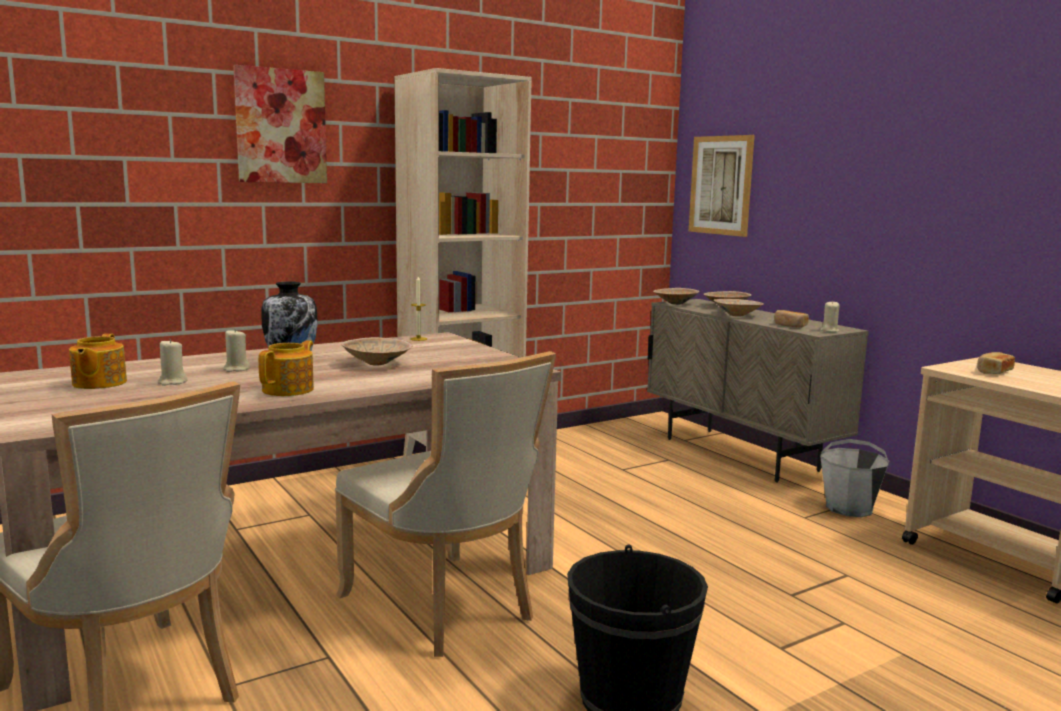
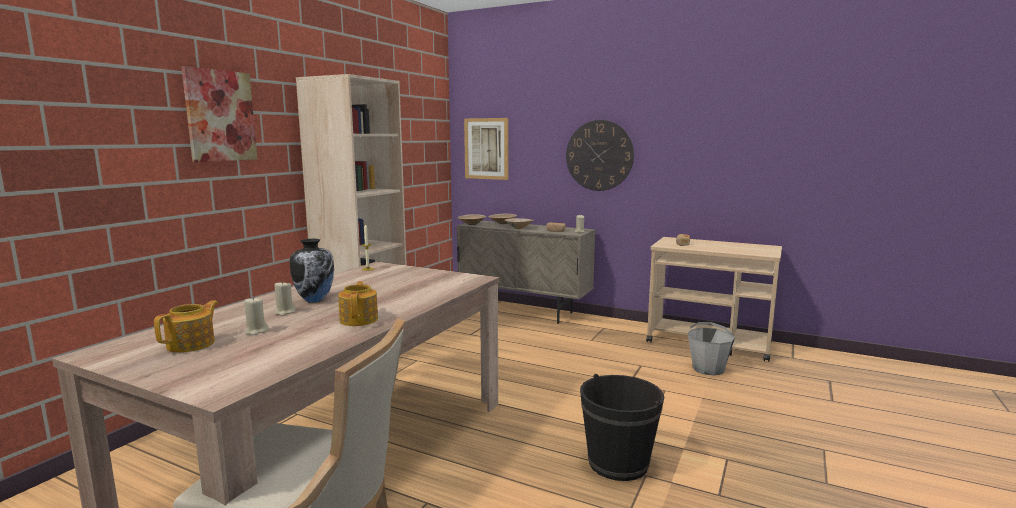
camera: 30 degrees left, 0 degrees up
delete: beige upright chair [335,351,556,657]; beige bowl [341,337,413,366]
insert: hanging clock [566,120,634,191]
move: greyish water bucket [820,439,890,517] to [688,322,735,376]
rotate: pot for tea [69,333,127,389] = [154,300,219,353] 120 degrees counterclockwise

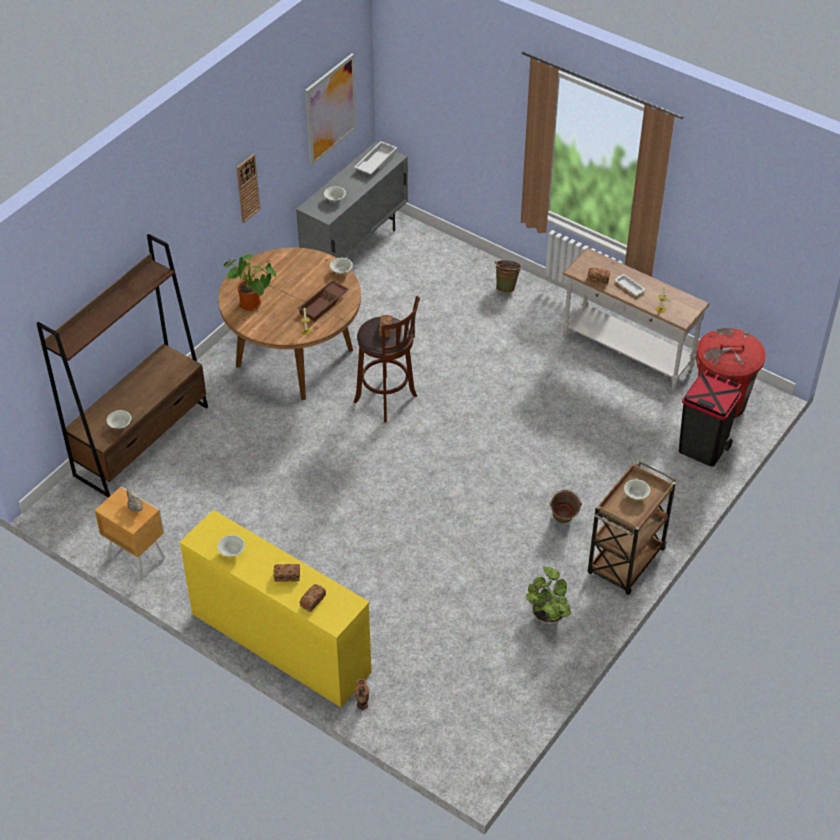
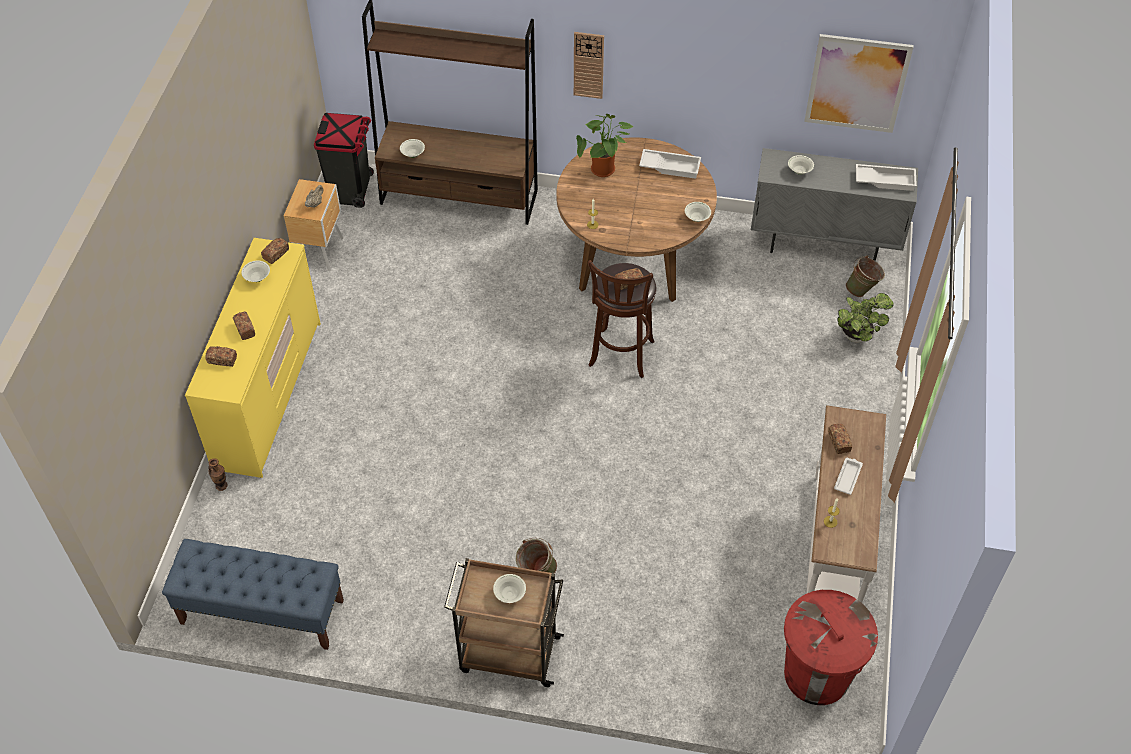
camera: 65 degrees right, 5 degrees up
delete: brownish carrying tray [298,280,349,322]
insert: blue bench [162,539,344,650]; bread [261,238,289,264]; whitish carrying tray [639,149,701,179]
move: hanging clock [236,154,260,223] to [574,32,604,99]; green water bucket [494,260,522,293] to [846,255,885,297]; potted plant [526,567,571,624] to [837,293,894,343]; blackish trash can [679,370,742,466] to [314,113,374,208]

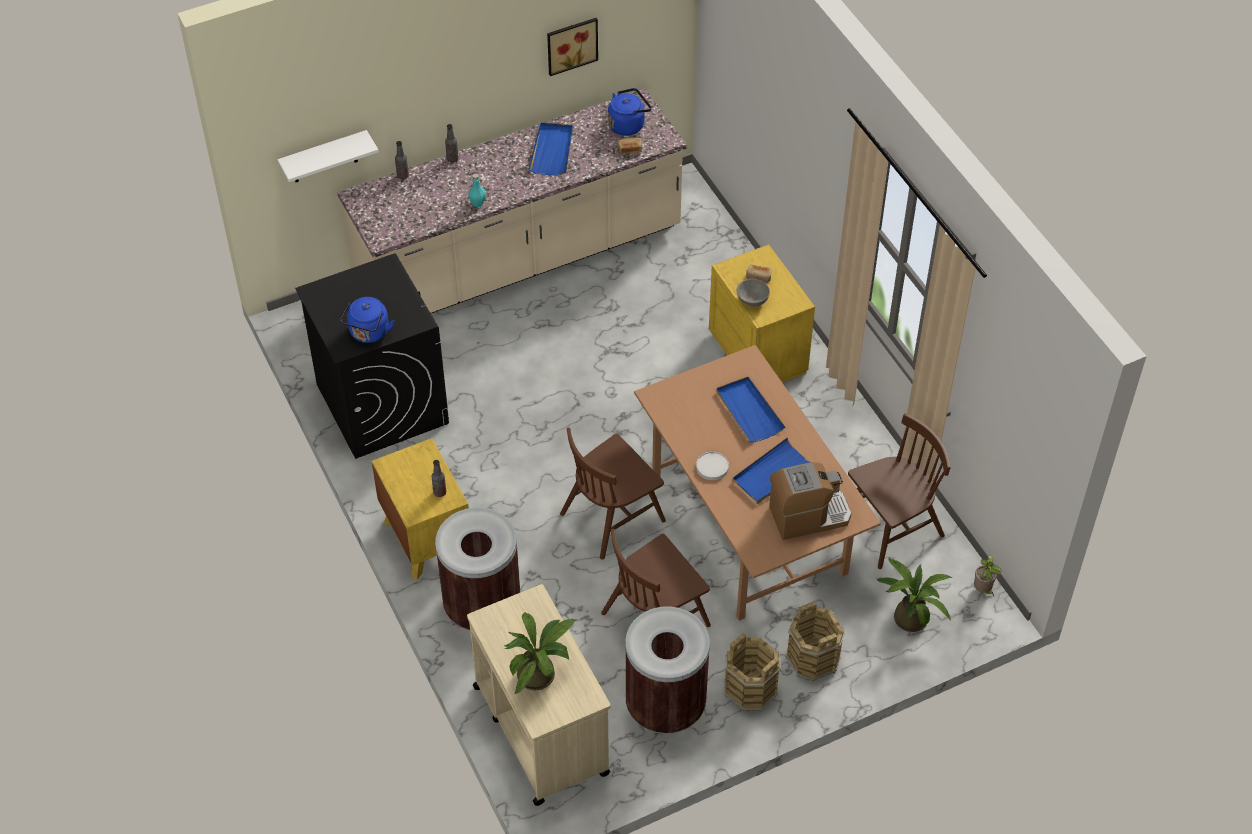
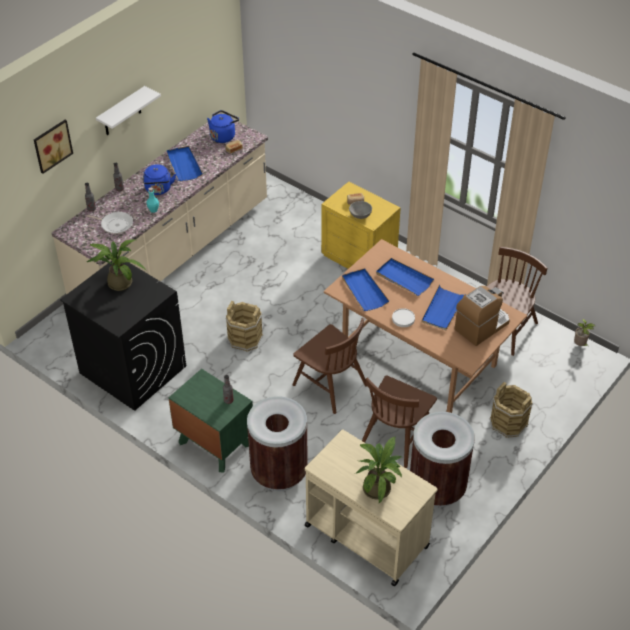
camera: 25 degrees left, 5 degrees down
insert: skillet [86,212,133,234]; blue carrying tray [342,268,389,311]
move: whitish bracket shelf [277,130,379,182] to [96,86,161,135]; blue tea kettle [340,297,394,343] to [143,164,176,195]; wall picture [547,18,598,76] to [34,120,73,174]; brownish water bucket [724,633,781,712] to [226,301,263,352]; potted plant [876,558,952,632] to [86,239,146,291]
recolor: yellow bedside table [372,438,469,580] to green bedside table [168,369,253,473]
rotate: brownish upright chair [560,427,666,560] = [292,318,367,414] 75 degrees counterclockwise

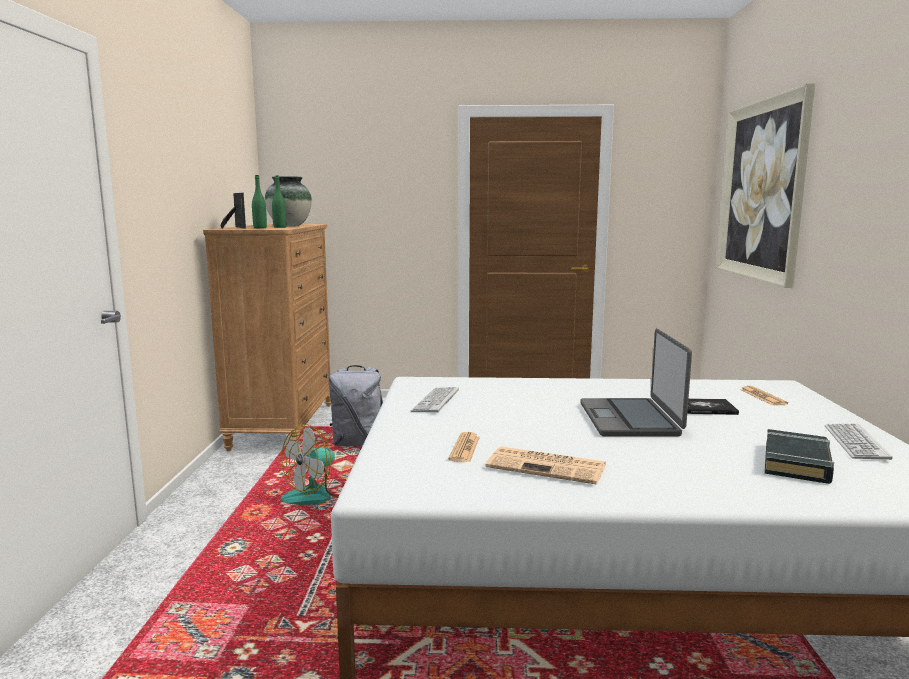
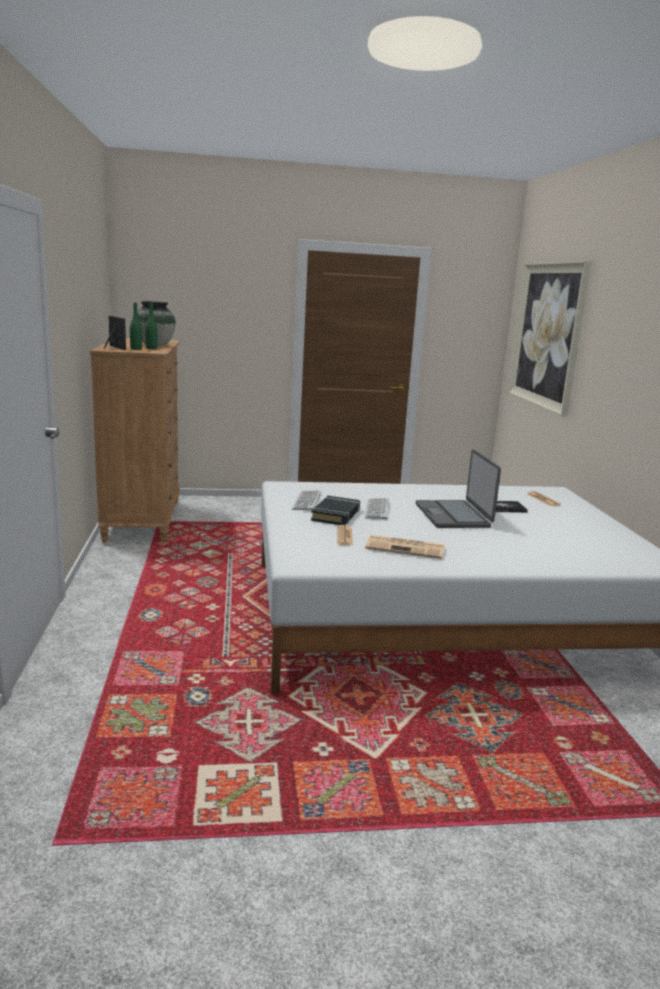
camera: 10 degrees left, 5 degrees up
delete: electric fan [281,424,339,505]; greyish rucksack [329,365,383,446]
move: blackish volume [765,429,834,484] to [311,496,360,525]; PC keyboard [825,423,893,460] to [365,498,389,519]

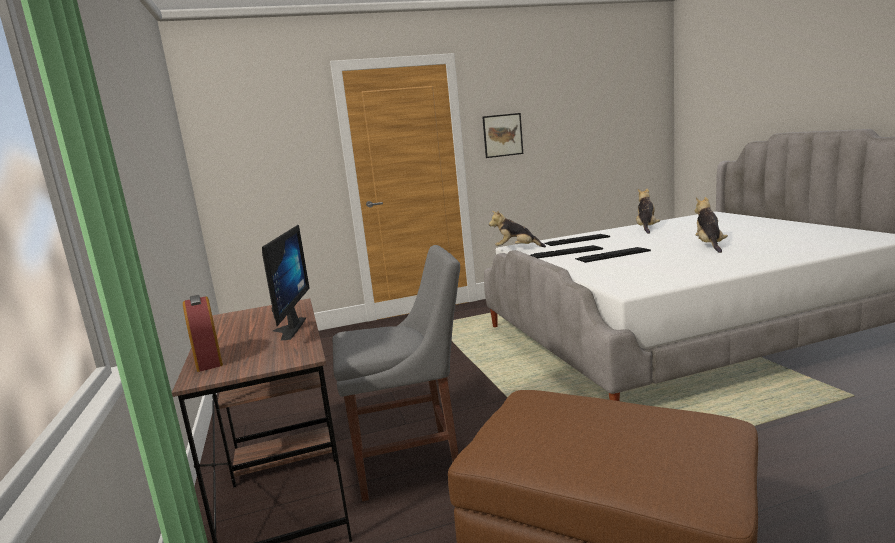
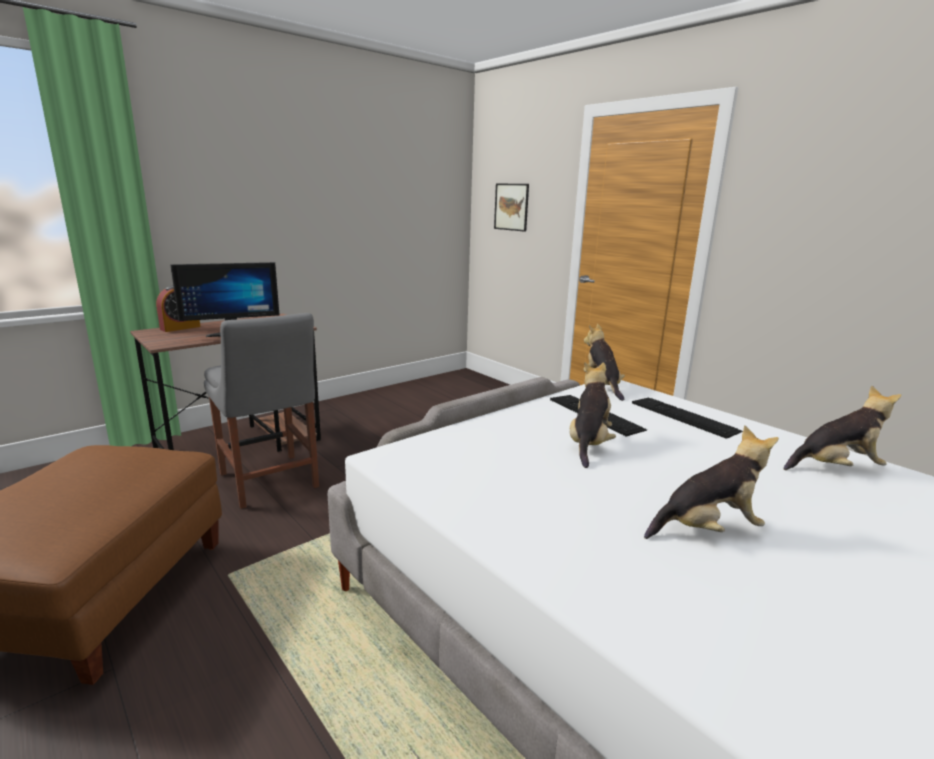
camera: 65 degrees right, 5 degrees up
move: wall picture [482,113,523,158] to [494,184,529,232]
replace: PC keyboard [575,247,651,263] to cuddly toy [570,362,616,468]

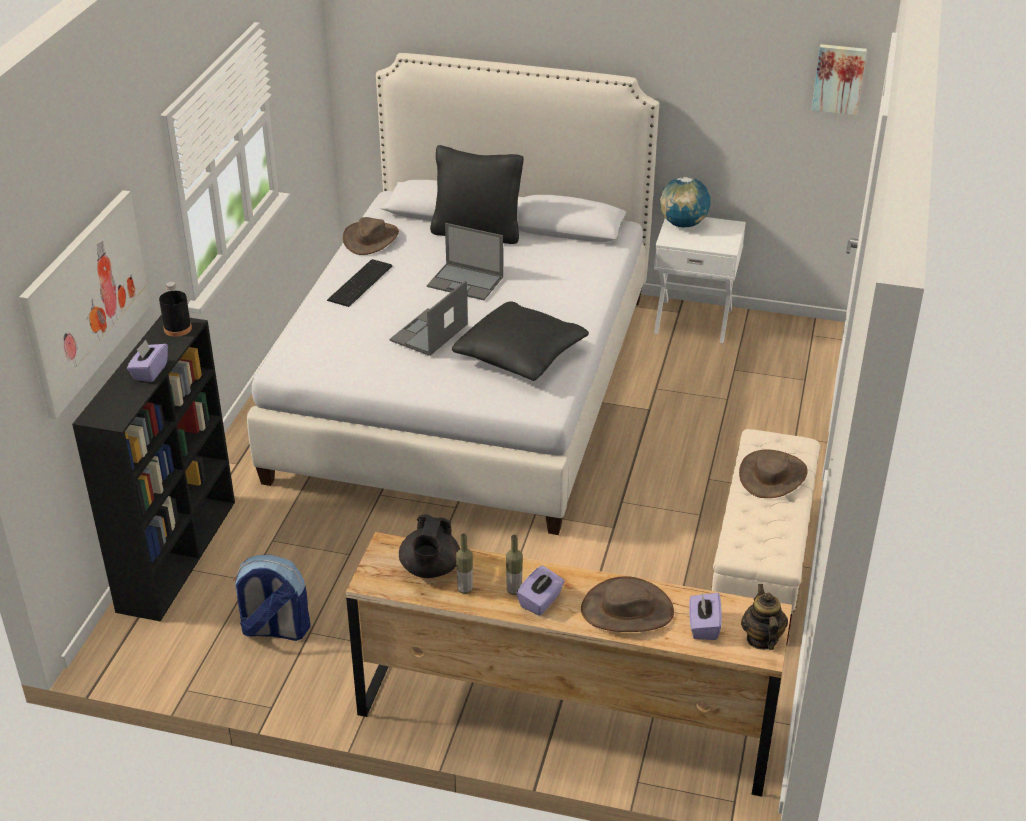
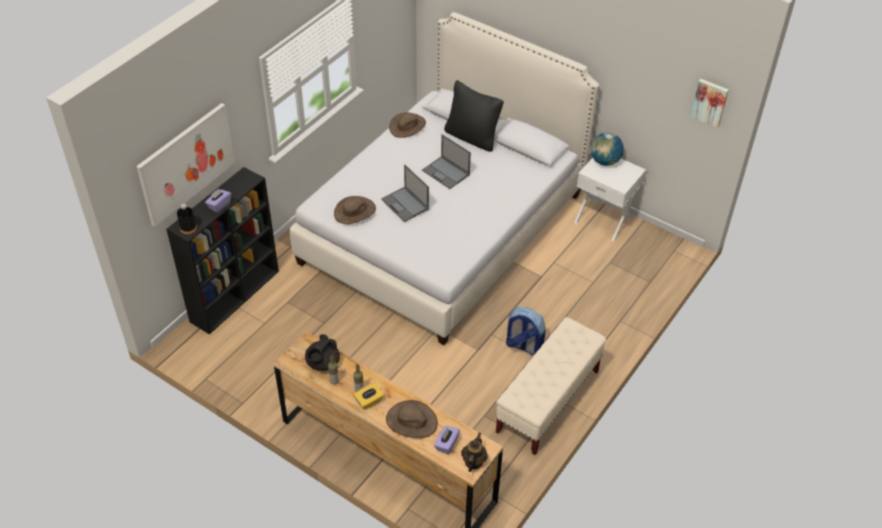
camera: 20 degrees right, 10 degrees up
delete: PC keyboard [327,259,392,307]; blackish pillow [452,301,589,381]
move: blackish bottle [159,282,192,337] to [177,204,197,234]; rucksack [233,554,311,641] to [506,307,546,356]; brownish wearable hat [739,450,808,498] to [334,196,376,224]
recolor: purple-coloured box of tissues [517,565,565,616] to yellow box of tissues [354,382,384,410]
rotate: notebook computer [390,281,468,356] = [381,165,429,222] 90 degrees counterclockwise

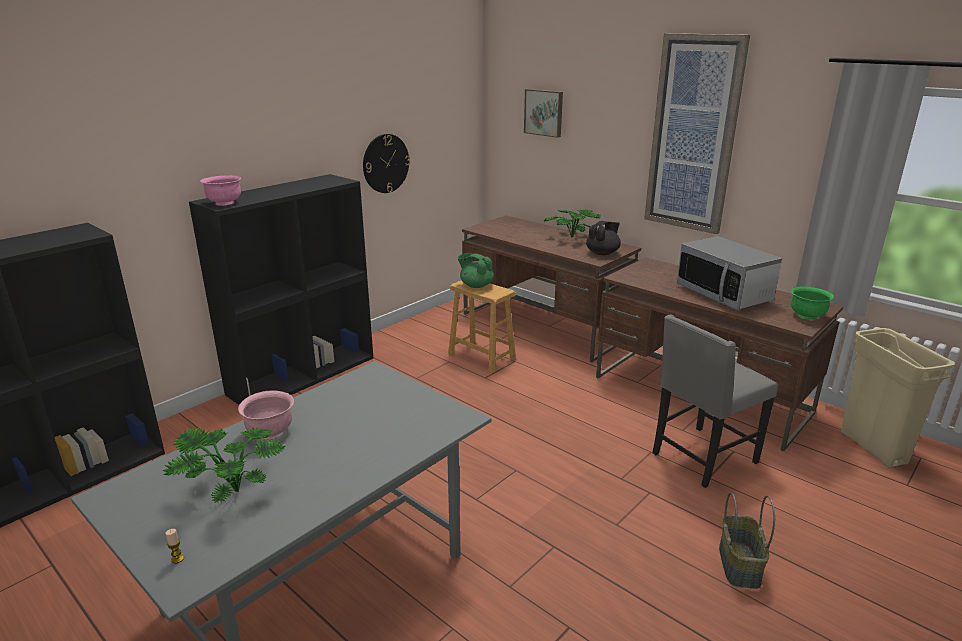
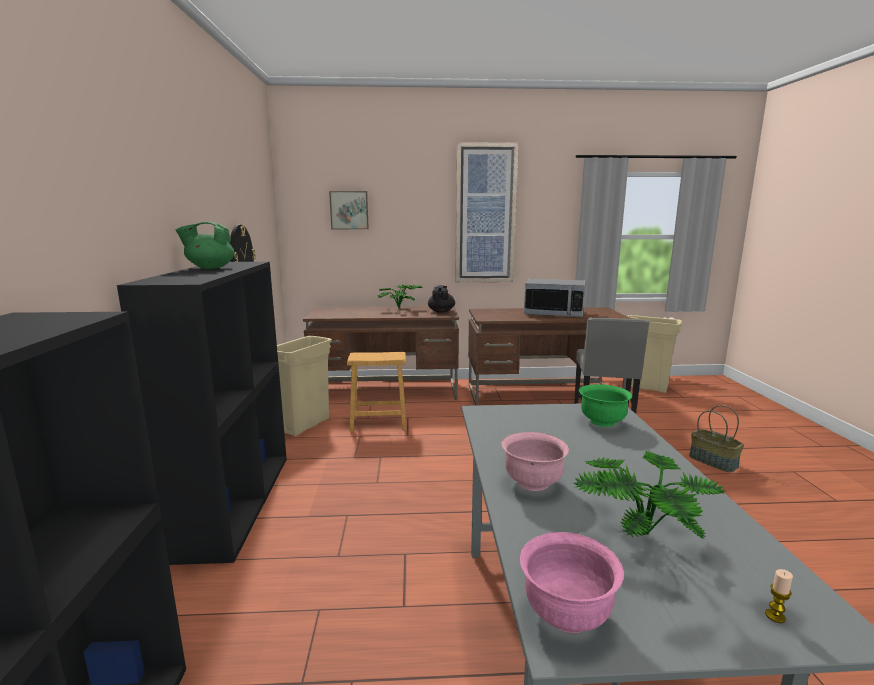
camera: 45 degrees left, 10 degrees down
insert: beige trash can [277,336,332,436]
move: pinkish bowl [200,175,241,206] to [520,532,624,633]; green pot for tea [457,253,494,288] to [175,222,234,269]; green bowl [791,286,834,320] to [579,384,632,427]

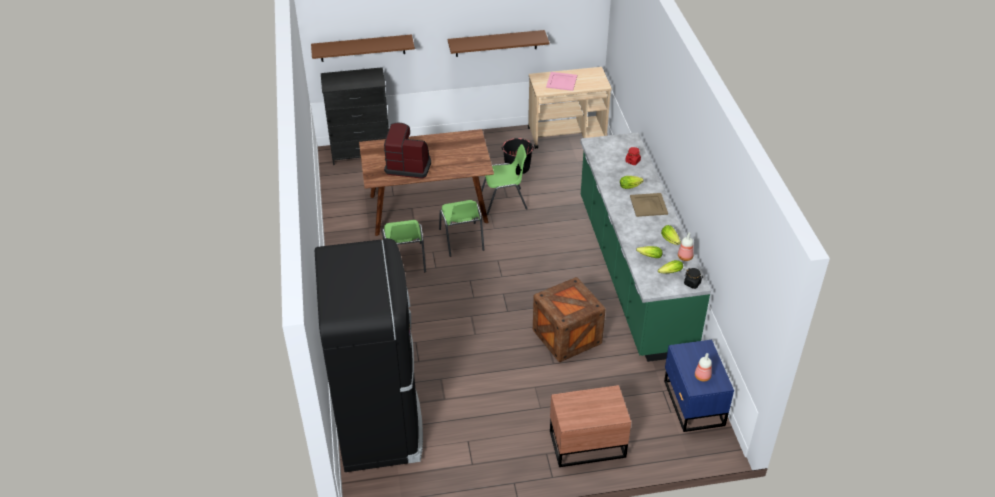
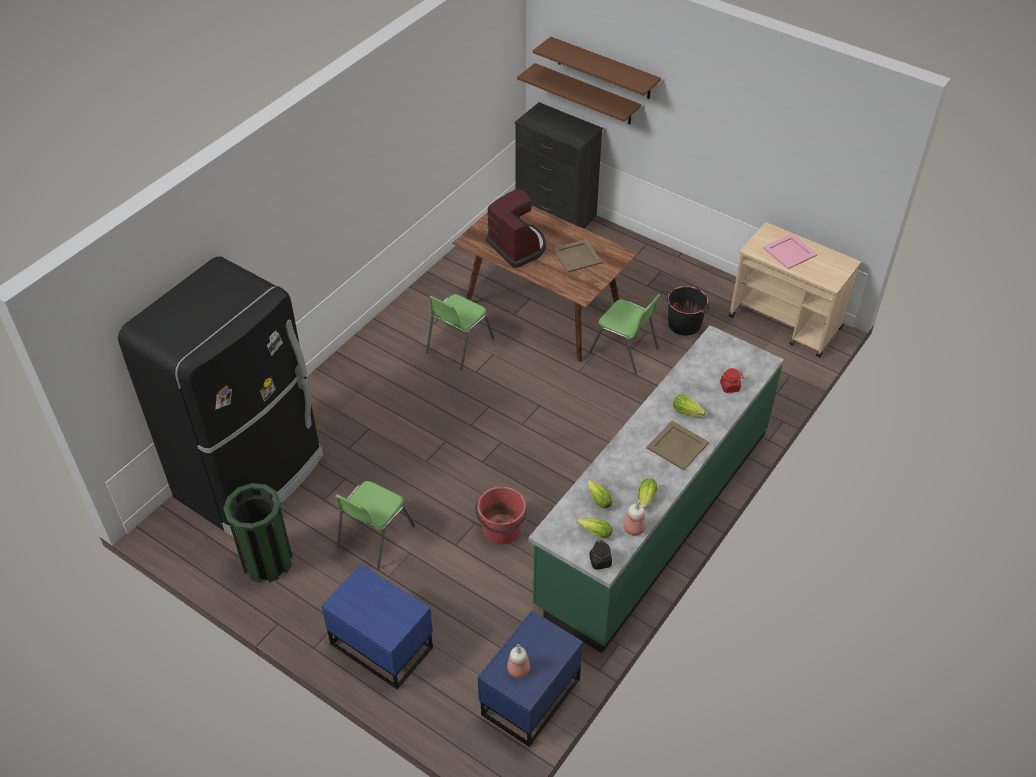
camera: 45 degrees right, 5 degrees up
insert: green trash can [223,483,293,583]; beige carrying tray [553,239,602,273]
move: green upright chair [439,200,484,257] to [336,481,415,569]; brownish bracket shelf [448,30,550,57] to [533,37,661,99]
replace: crate [533,277,605,362] to reddish water bucket [475,487,526,544]
recolor: brownish bedside table [550,385,631,467] to blue bedside table [321,564,433,689]

